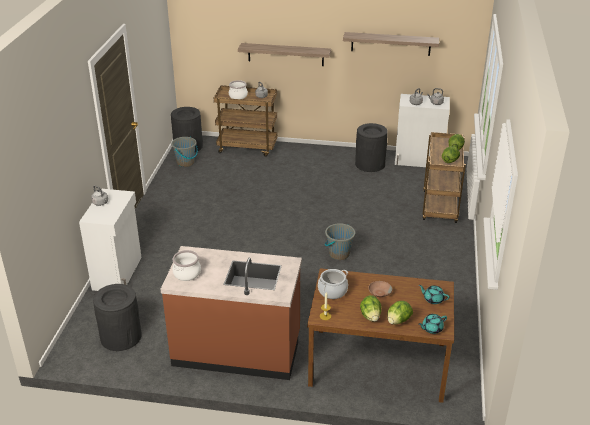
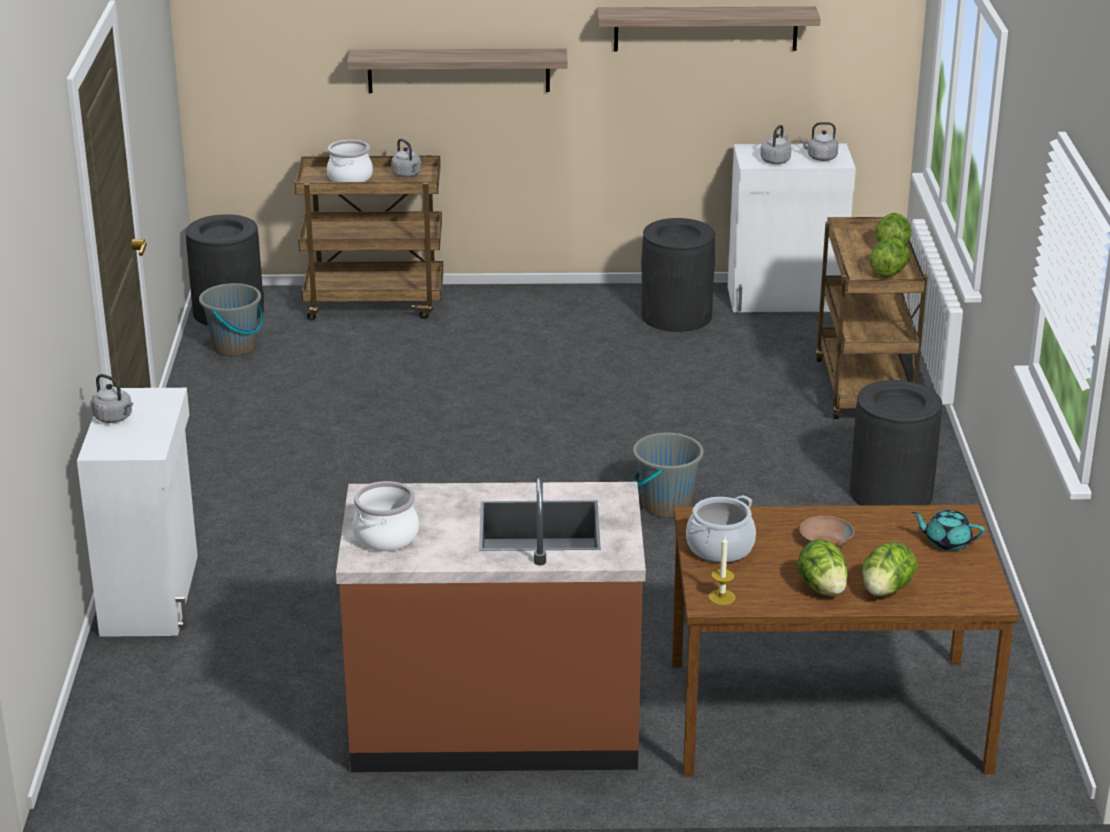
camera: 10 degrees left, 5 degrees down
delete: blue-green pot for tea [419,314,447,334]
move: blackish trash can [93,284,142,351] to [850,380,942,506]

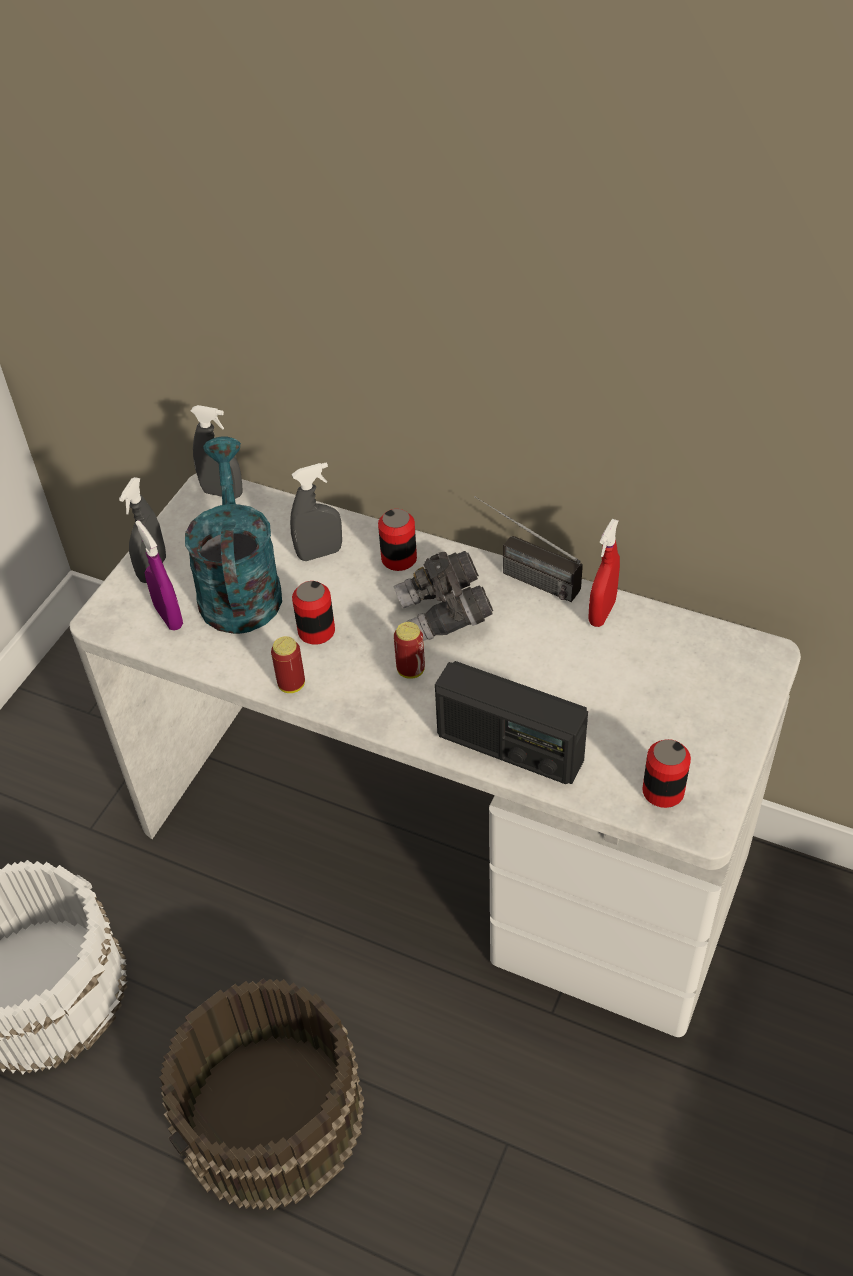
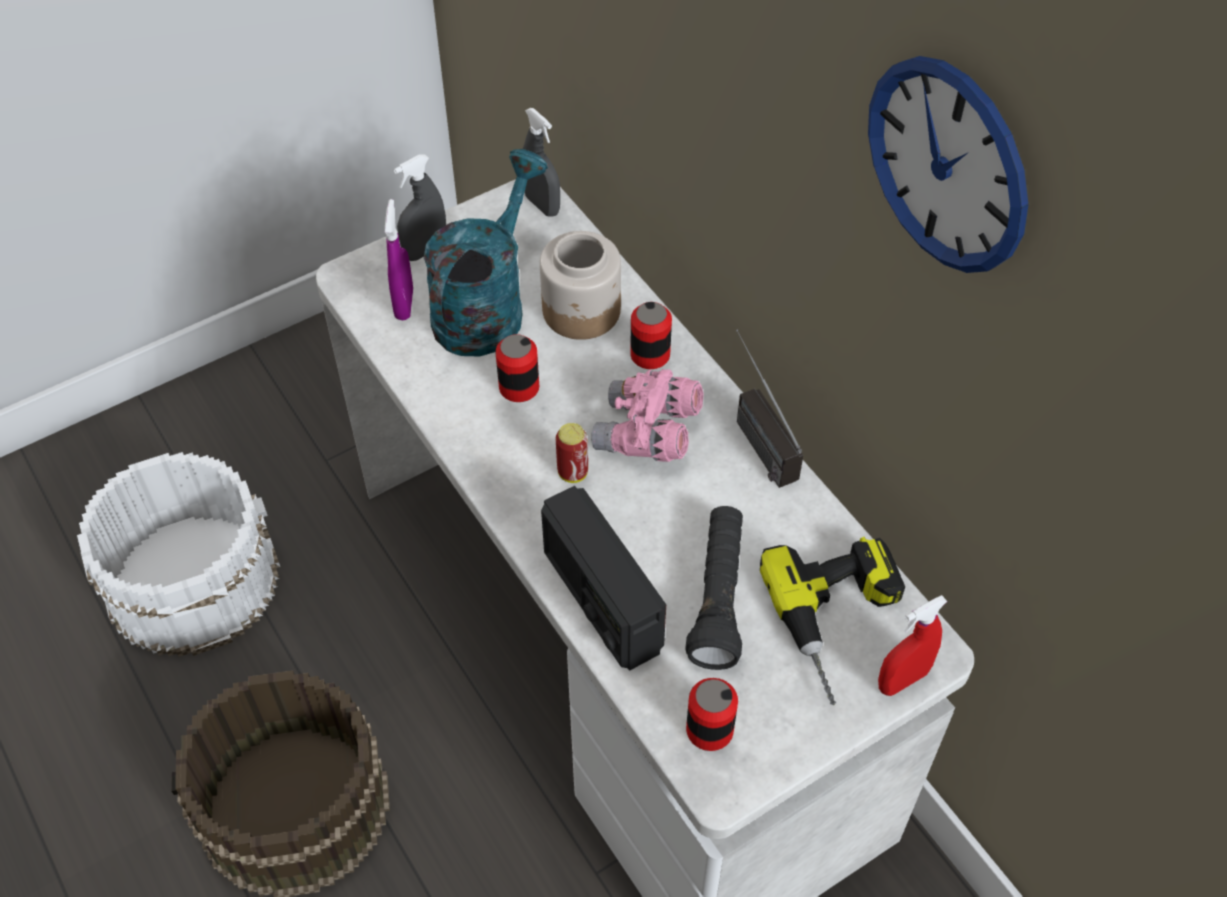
camera: 30 degrees right, 5 degrees up
delete: sealed can [271,636,305,693]
insert: blackish torch [685,506,743,670]; power drill [760,537,905,705]; hanging clock [868,56,1028,273]
move: reddish sprayer [588,519,620,627] to [878,595,947,696]
replace: greyish sprayer [290,462,342,561] to storage jar [540,231,621,340]
recolor: greyish pair of binoculars [394,551,493,641] to pinkish pair of binoculars [591,369,704,462]

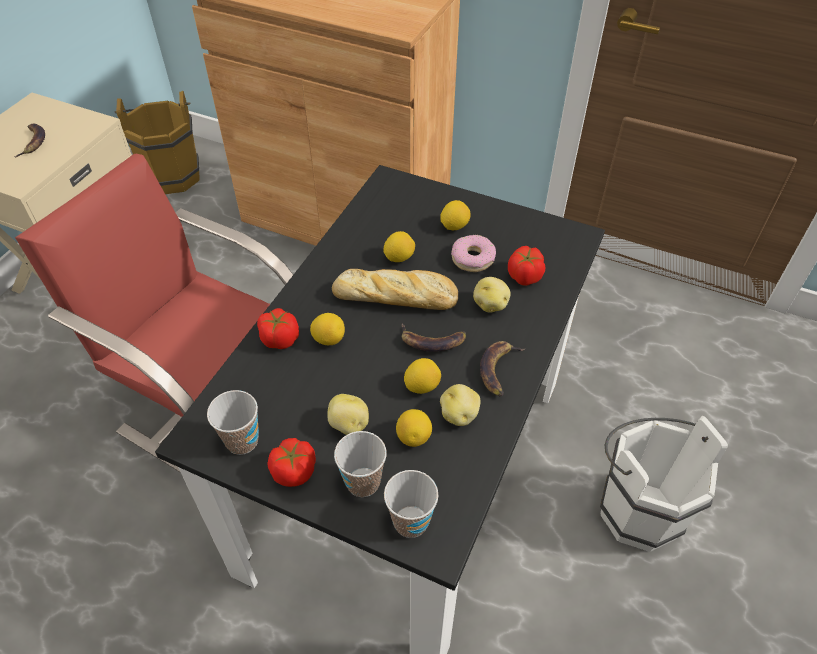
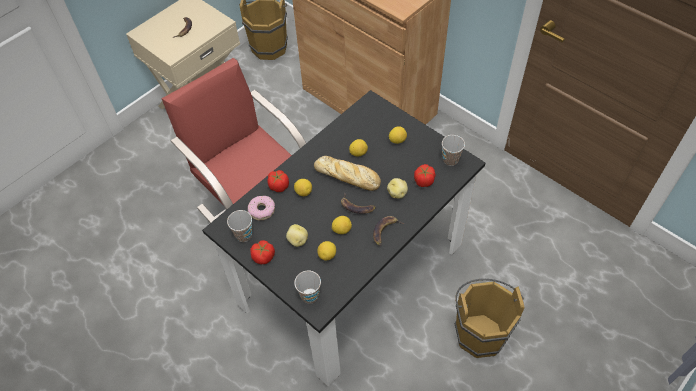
camera: 20 degrees right, 5 degrees up
delete: potato [440,384,481,426]
move: small cup [334,431,387,497] to [442,135,465,166]; doughnut [451,235,496,272] to [248,196,275,220]
recolor: whitish water bucket [600,416,728,552] to brownish water bucket [455,279,524,358]

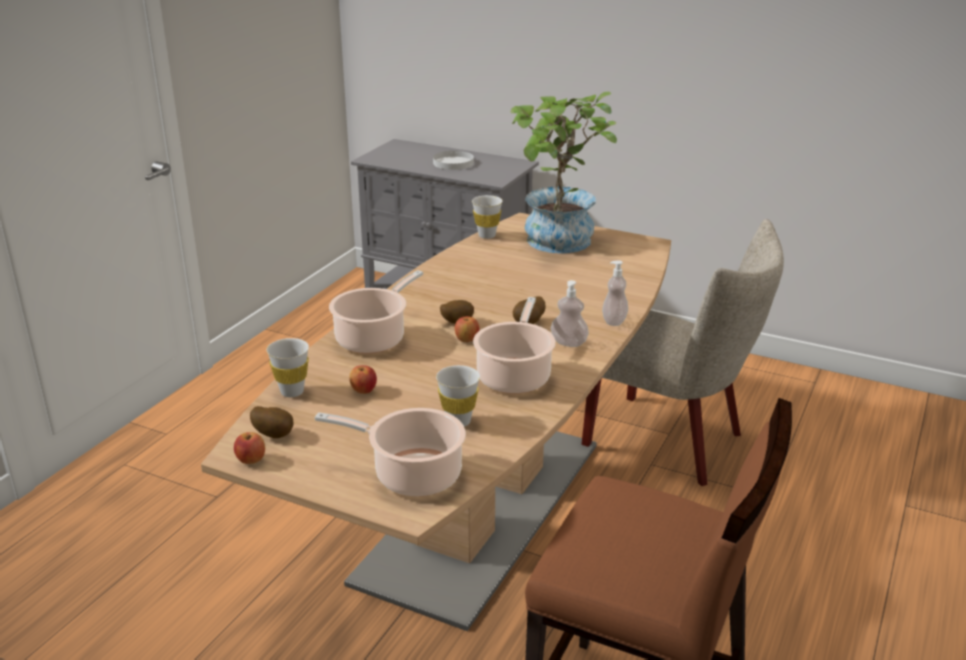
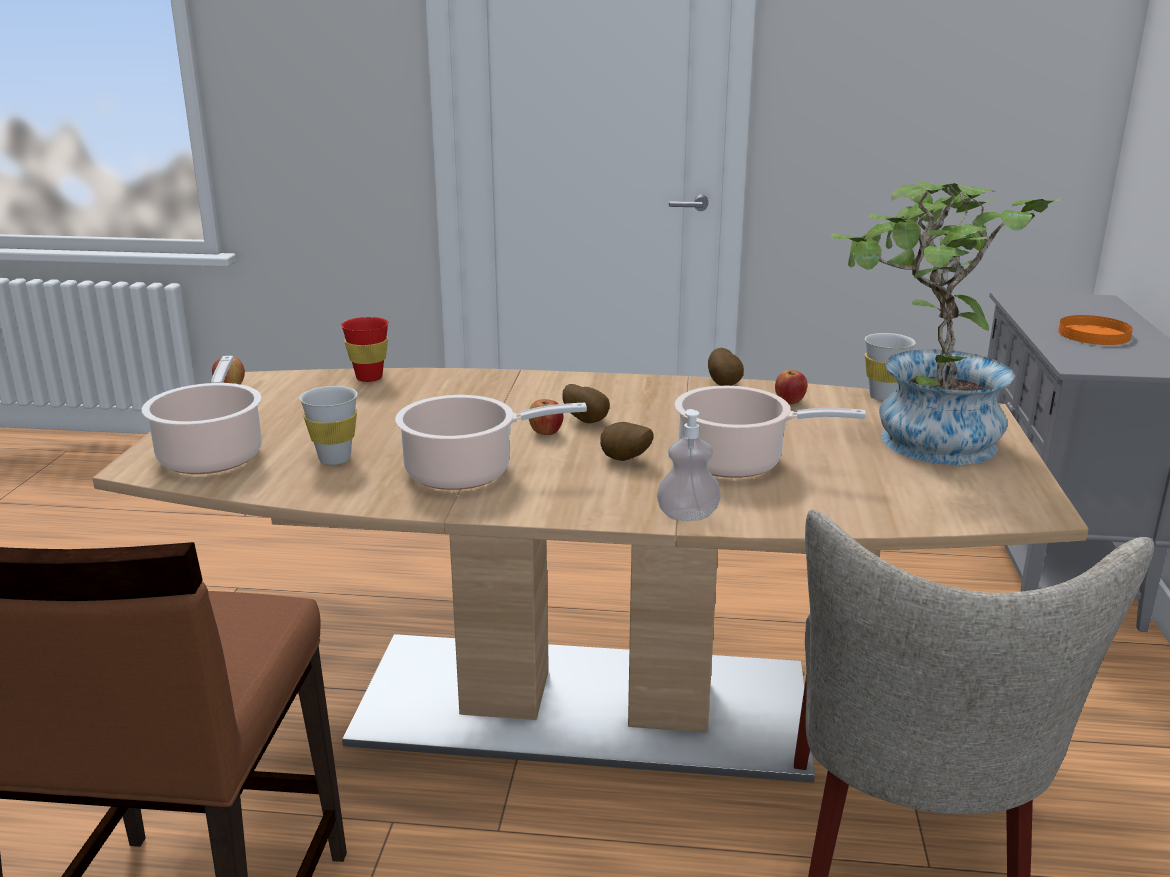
camera: 70 degrees right, 5 degrees down
delete: liquid soap bottle [551,280,589,347]
move: potato [250,406,294,438] to [708,348,744,386]; stockpot [329,270,423,353] to [675,386,866,478]; apple fruit [349,365,377,394] to [775,370,807,404]
recolor: whitish small cup [266,338,309,397] to reddish small cup [341,317,389,382]; whitish flat dish [433,151,474,170] to orange flat dish [1058,315,1133,345]

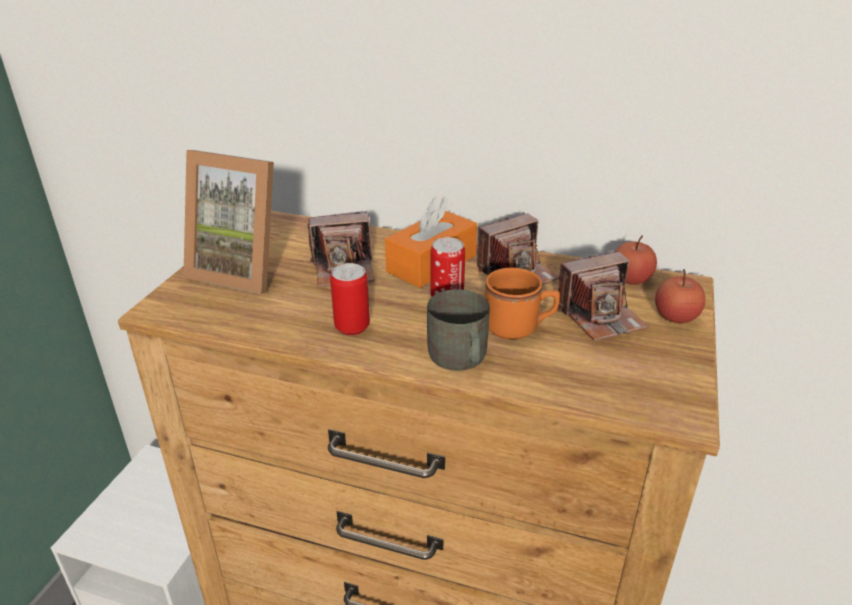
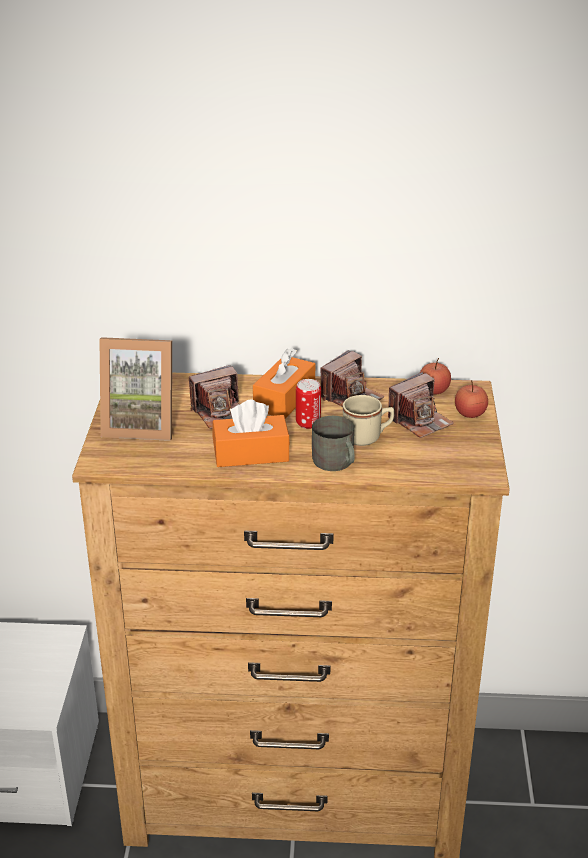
camera: 15 degrees left, 0 degrees up
replace: sealed can [330,263,370,335] to orange box of tissues [212,399,290,467]
recolor: orange mug [485,268,560,340] to beige mug [343,395,394,446]

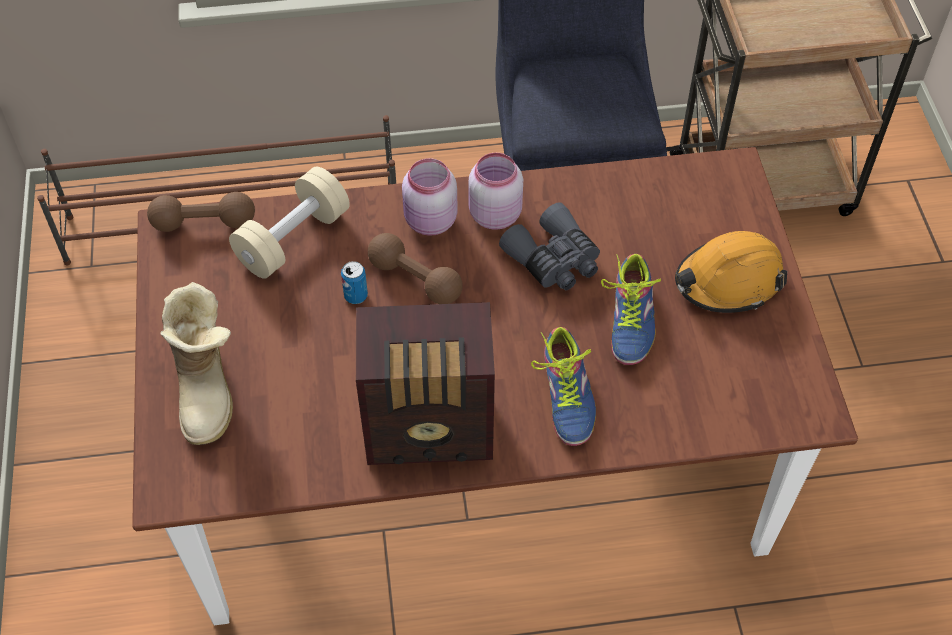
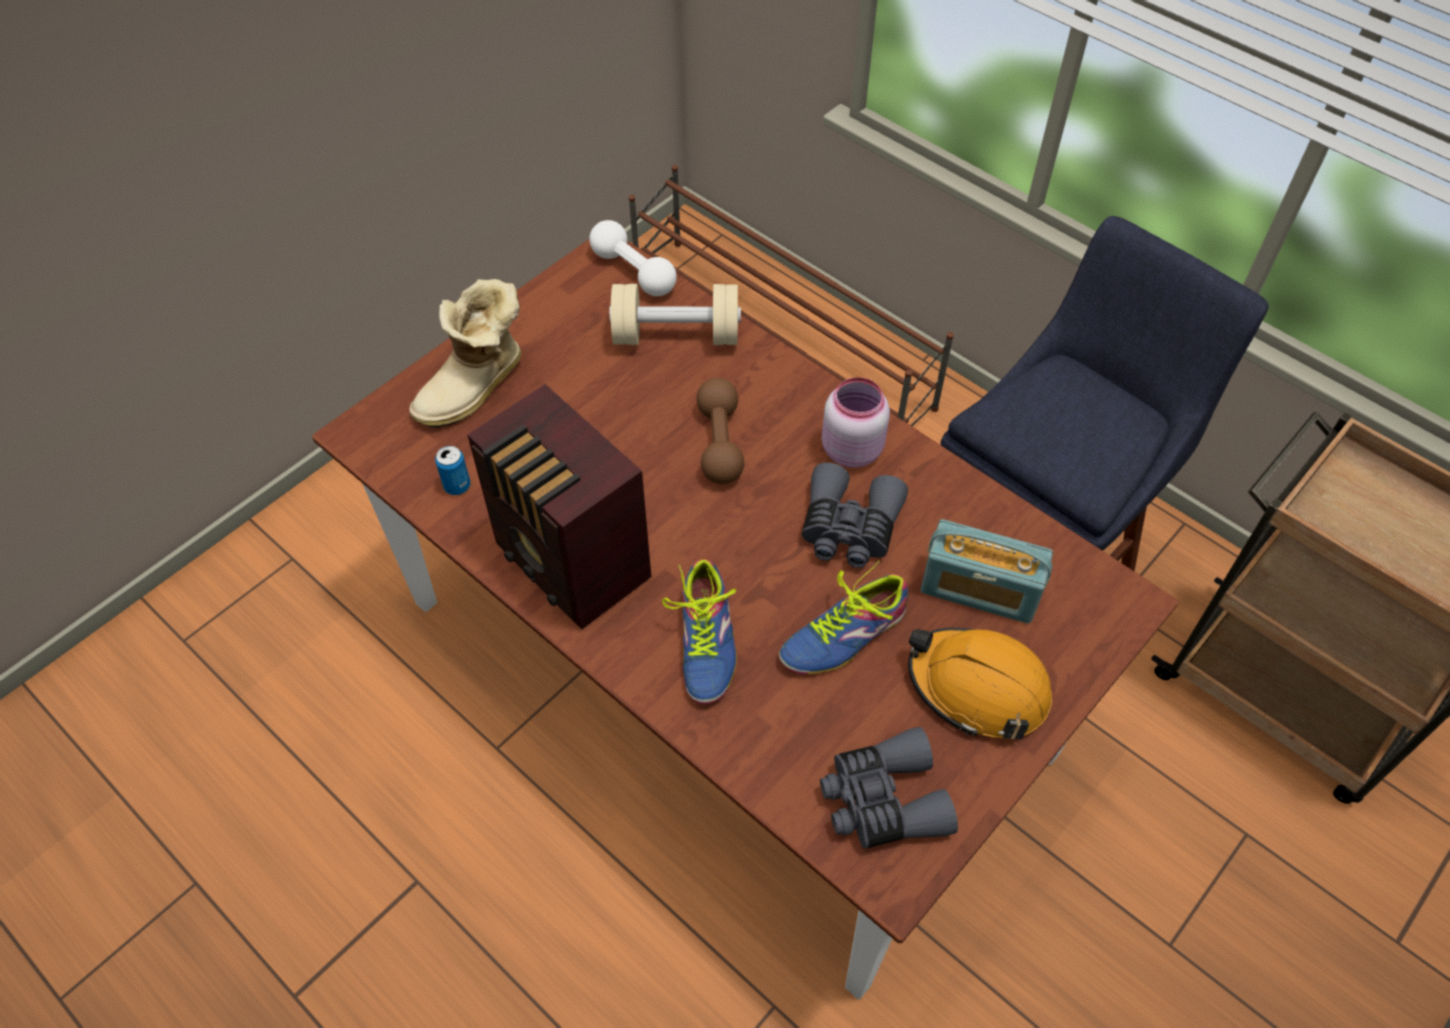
camera: 50 degrees right, 0 degrees up
delete: pinkish storage jar [402,158,458,236]
insert: greyish pair of binoculars [820,727,958,849]; radio [921,519,1053,624]
move: sealed can [341,261,368,304] to [435,446,471,495]
recolor: brownish dumbbell [147,192,255,232] to whitish dumbbell [589,220,677,296]
rotate: item of footwear [531,327,596,446] = [662,559,737,704] 45 degrees counterclockwise

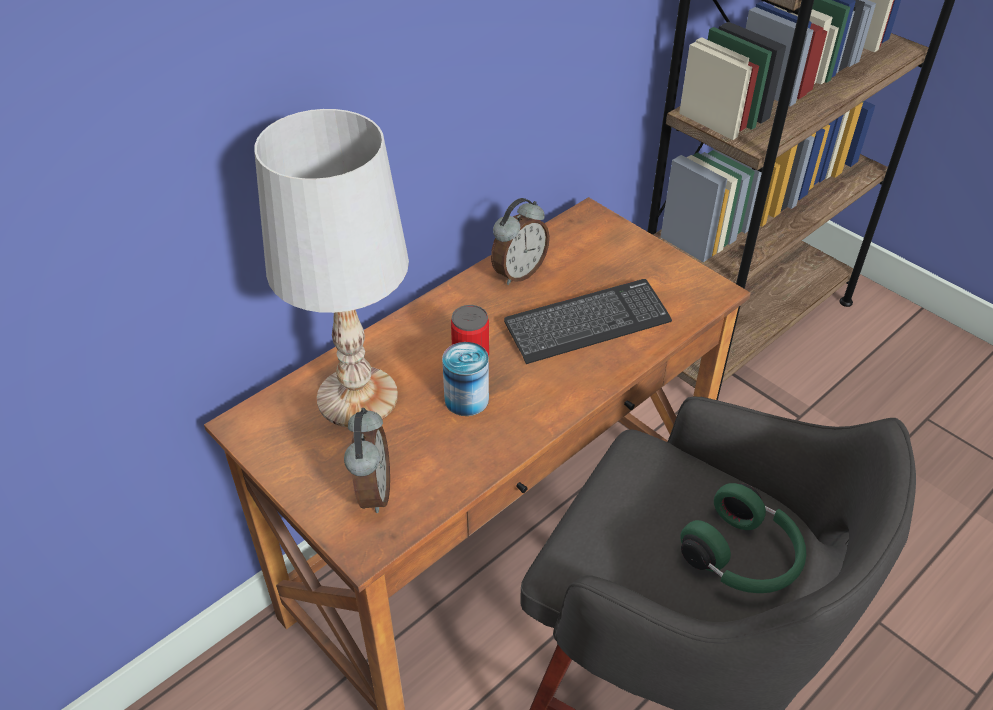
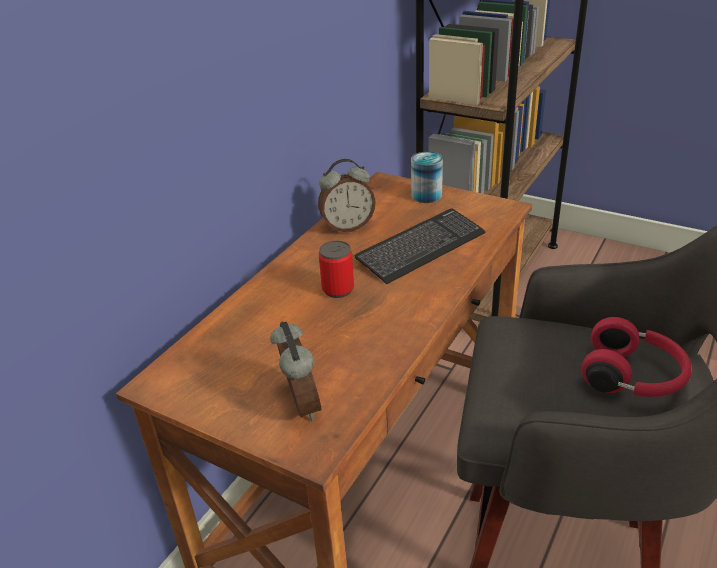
camera: 15 degrees left, 10 degrees down
delete: whitish lamp for a table [254,109,409,427]
move: sealed can [442,342,489,416] to [411,152,443,203]
recolor: green headset [680,483,806,593] to reddish headset [581,317,692,397]
rotate: bedside clock [491,198,550,285] = [318,159,376,233] 45 degrees clockwise

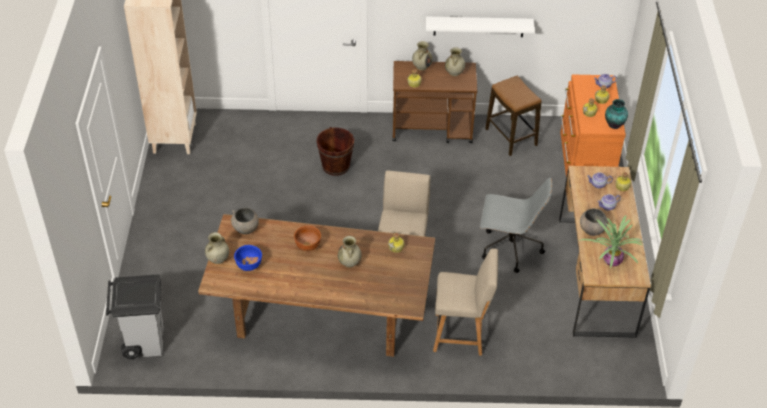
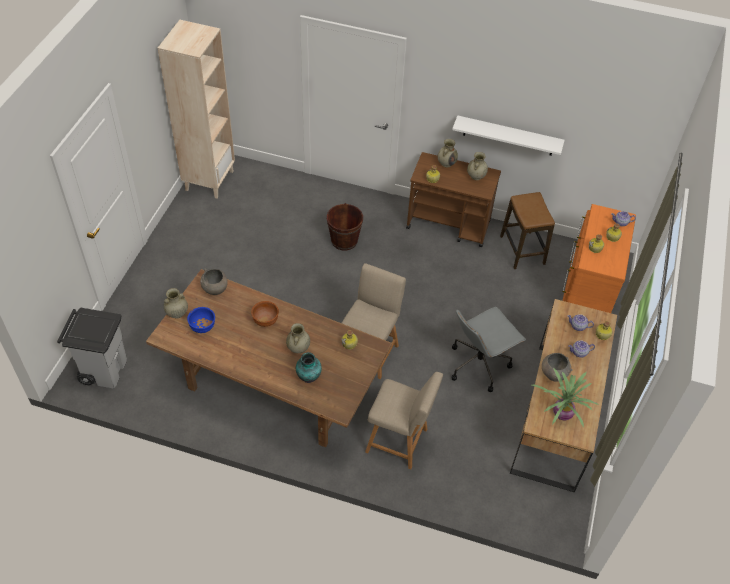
camera: 15 degrees right, 5 degrees up
move: vase [605,99,628,129] to [296,352,322,383]
rotate: greyish desk chair [480,177,553,273] = [452,307,526,392] 120 degrees clockwise

